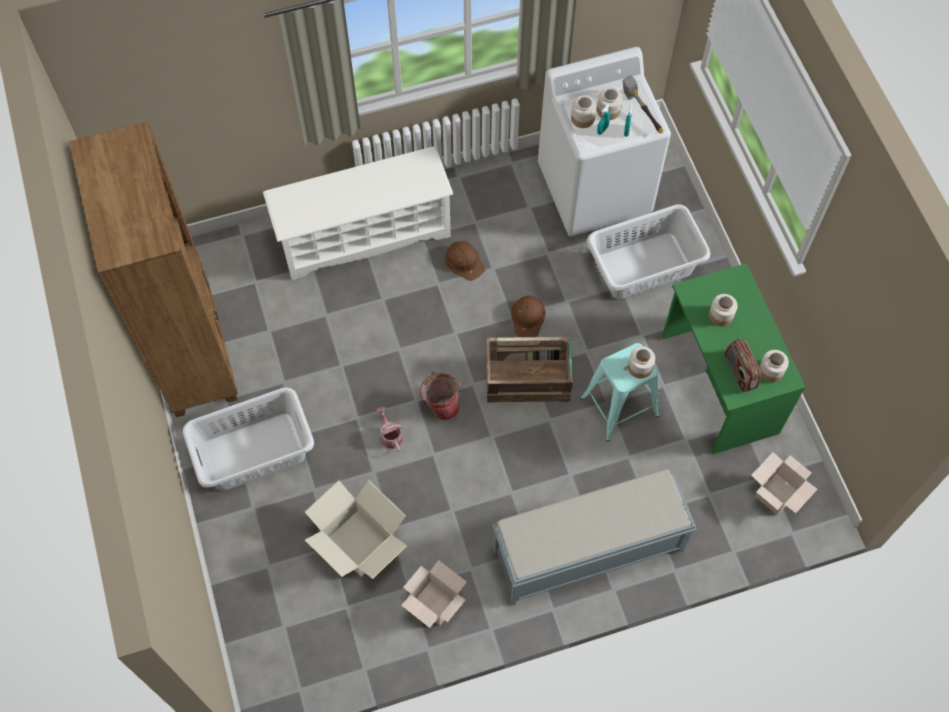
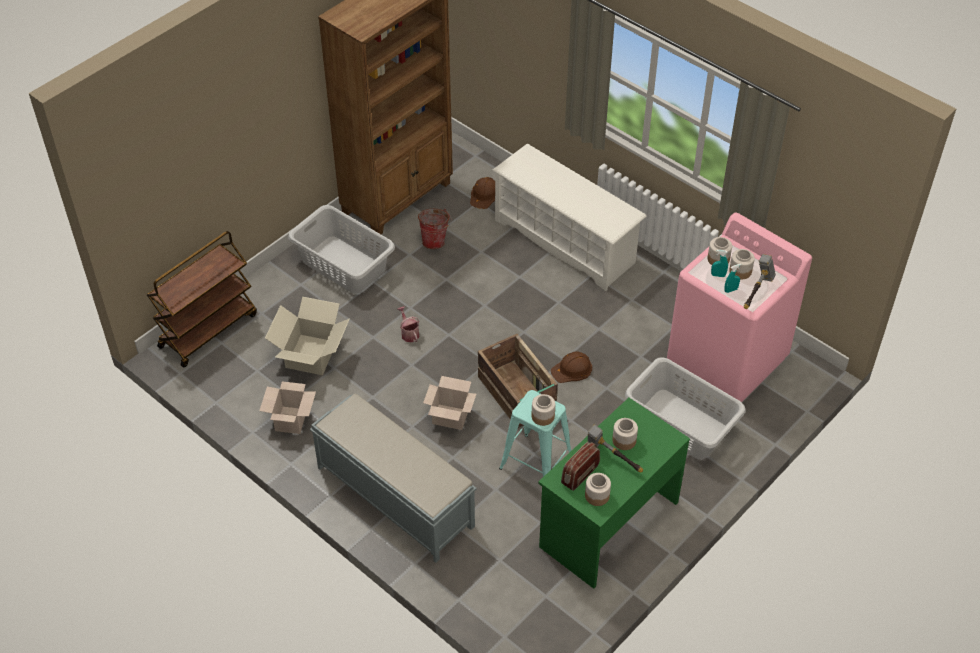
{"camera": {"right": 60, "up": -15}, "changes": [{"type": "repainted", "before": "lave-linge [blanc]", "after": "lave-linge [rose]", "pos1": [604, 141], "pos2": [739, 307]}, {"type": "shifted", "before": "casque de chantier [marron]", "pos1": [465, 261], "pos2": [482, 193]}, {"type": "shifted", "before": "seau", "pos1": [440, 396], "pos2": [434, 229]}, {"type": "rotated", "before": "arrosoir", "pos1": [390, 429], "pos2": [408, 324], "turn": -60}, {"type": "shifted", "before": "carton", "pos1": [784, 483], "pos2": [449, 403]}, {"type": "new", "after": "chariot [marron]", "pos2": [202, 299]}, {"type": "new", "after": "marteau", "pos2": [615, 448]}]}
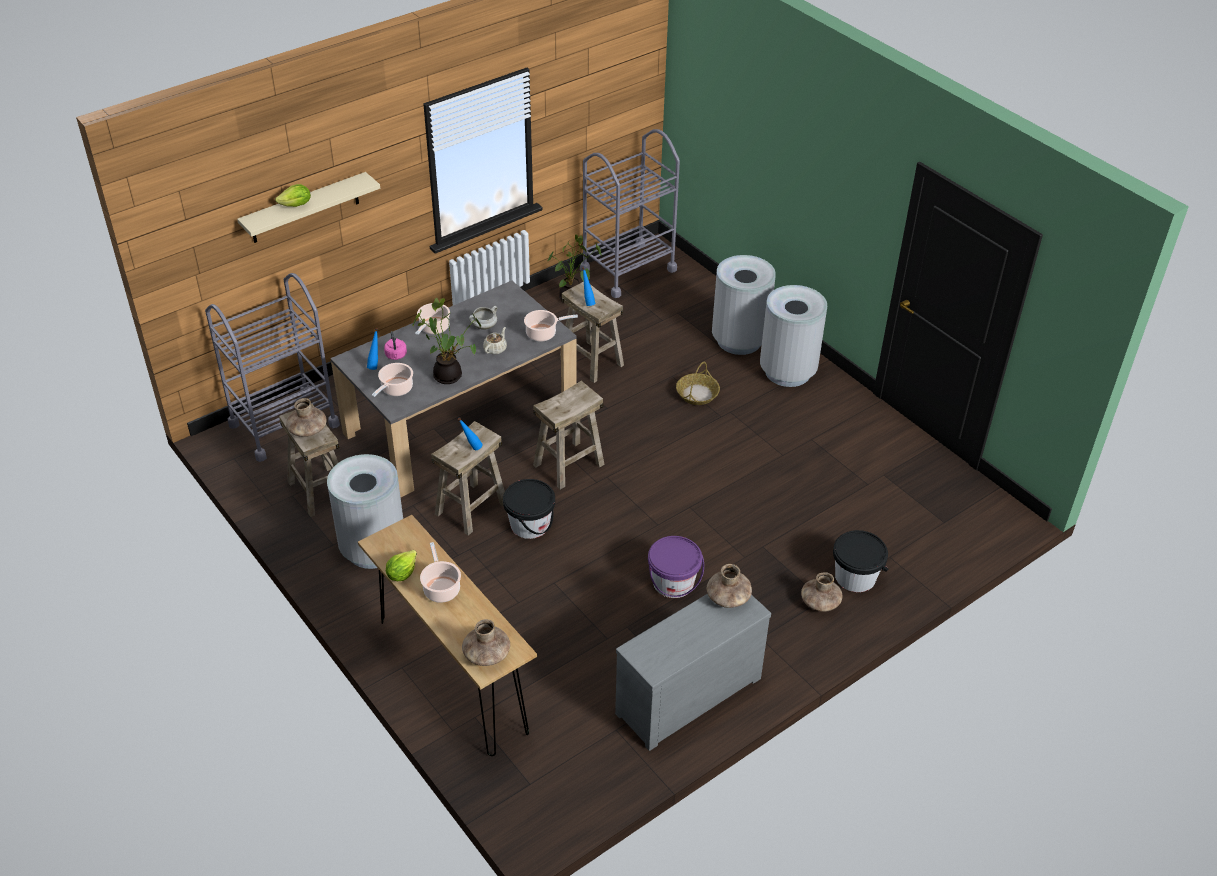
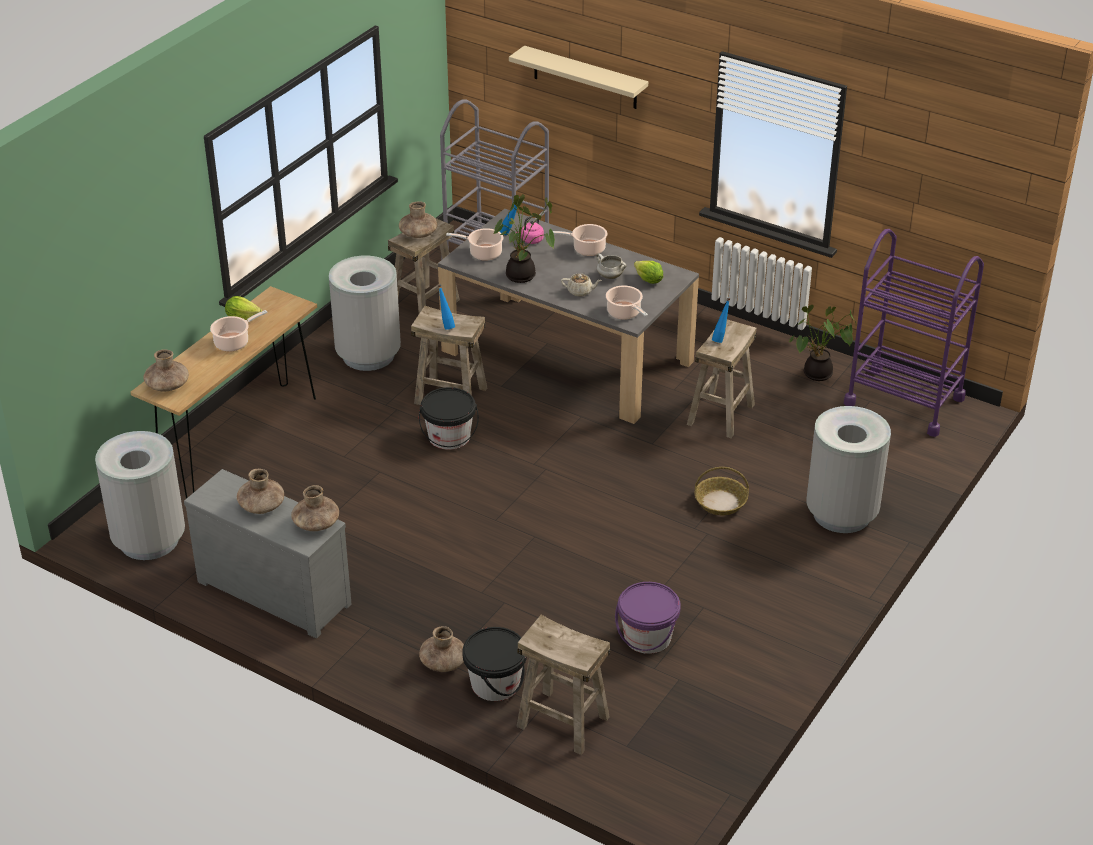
{"camera": {"right": 70, "up": -5}, "changes": [{"type": "repainted", "before": "chariot [gris]", "after": "chariot [violet]", "pos1": [630, 213], "pos2": [914, 333]}, {"type": "shifted", "before": "laitue", "pos1": [293, 195], "pos2": [648, 272]}, {"type": "shifted", "before": "poubelle [gris]", "pos1": [793, 336], "pos2": [140, 495]}, {"type": "shifted", "before": "tabouret [beige]", "pos1": [569, 435], "pos2": [563, 685]}, {"type": "shifted", "before": "seau [violet]", "pos1": [676, 567], "pos2": [648, 618]}, {"type": "new", "after": "vase [marron]", "pos2": [260, 491]}]}
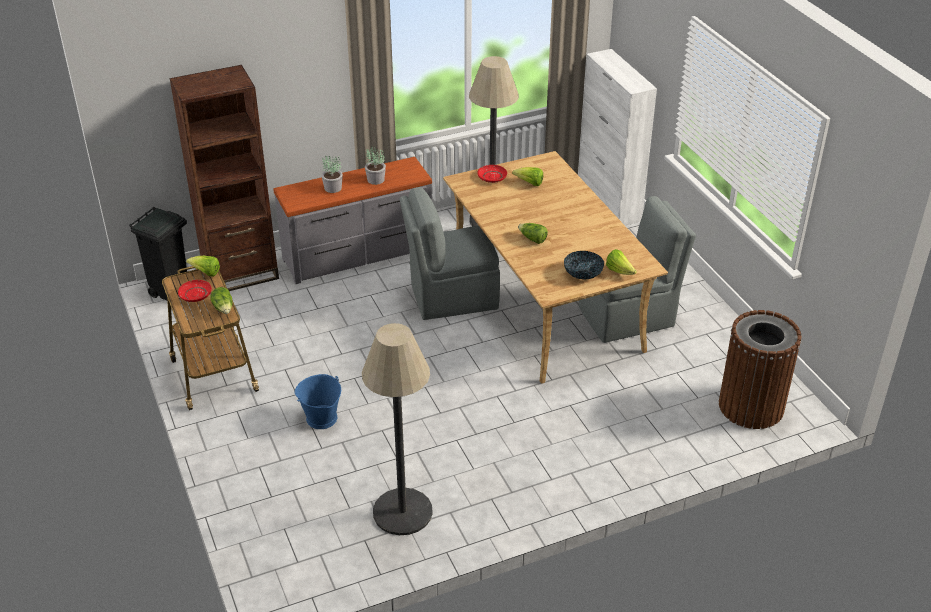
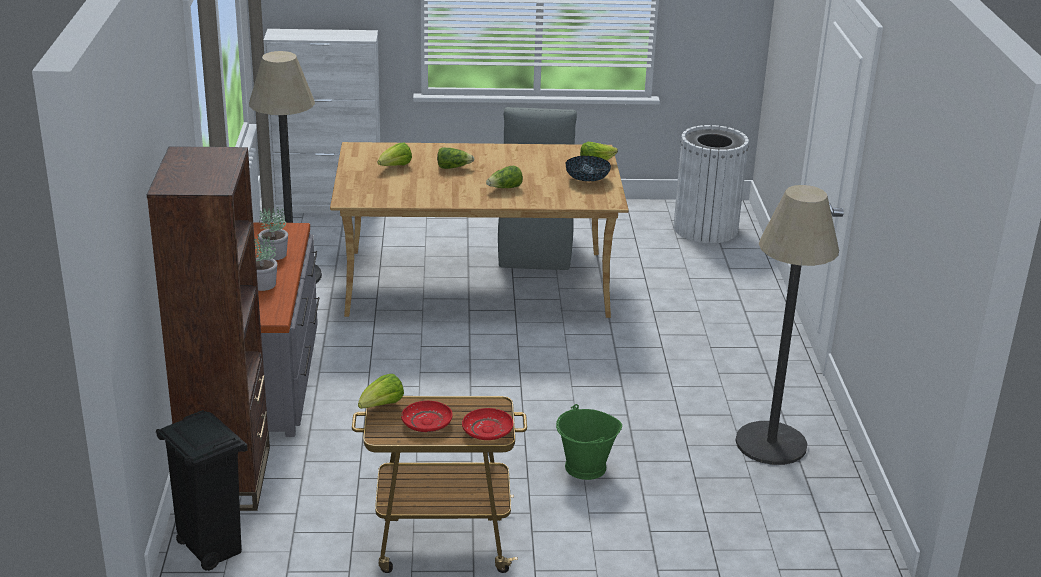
{"camera": {"right": -70, "up": -10}, "changes": [{"type": "shifted", "before": "assiette [rouge]", "pos1": [492, 174], "pos2": [487, 424]}, {"type": "gone", "before": "chaise [gris]", "pos1": [450, 253]}, {"type": "shifted", "before": "laitue", "pos1": [221, 300], "pos2": [455, 158]}, {"type": "repainted", "before": "poubelle [marron]", "after": "poubelle [blanc]", "pos1": [760, 369], "pos2": [711, 184]}, {"type": "repainted", "before": "seau [bleu]", "after": "seau [vert]", "pos1": [318, 401], "pos2": [589, 442]}]}
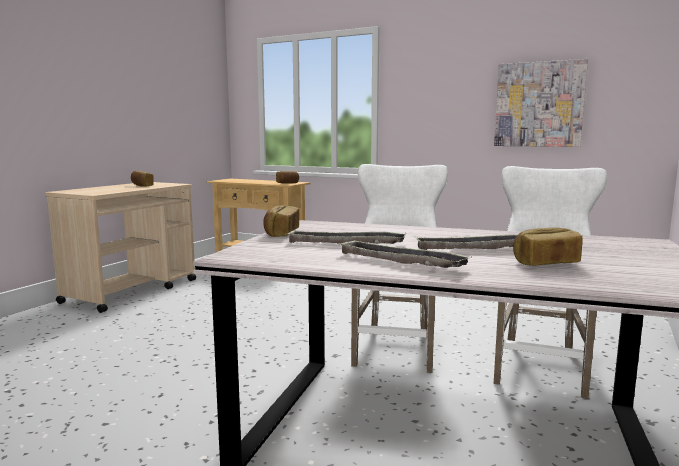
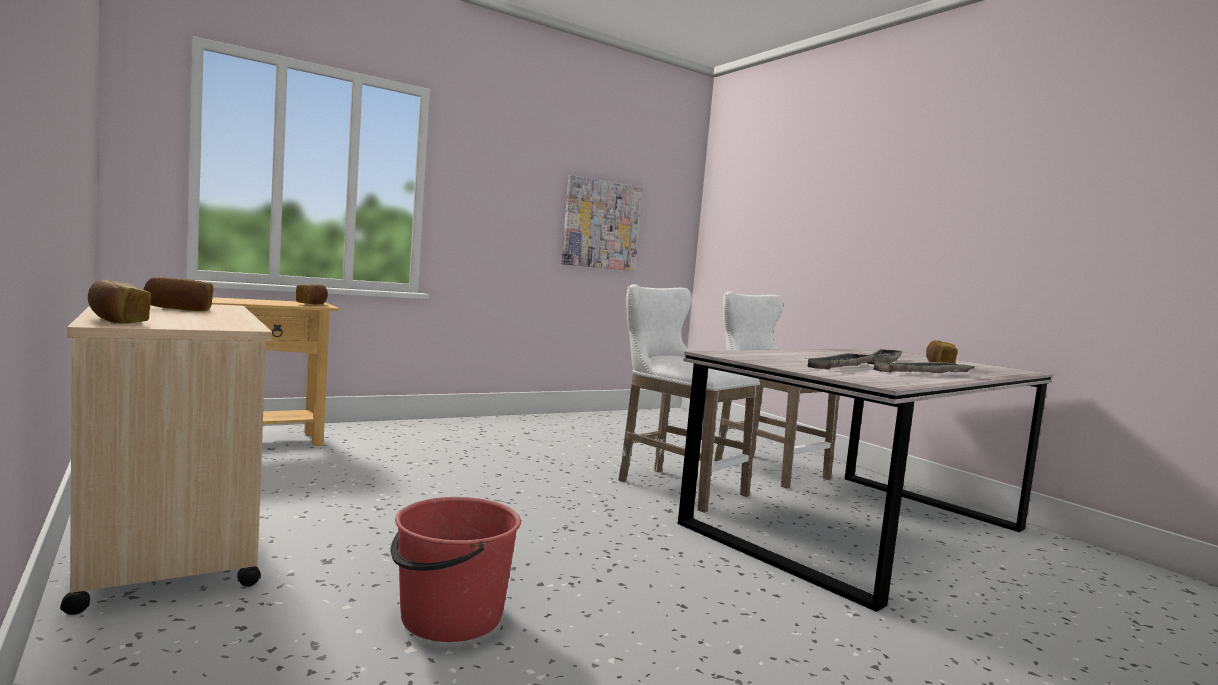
{"camera": {"right": -60, "up": -5}, "changes": [{"type": "shifted", "before": "pain", "pos1": [281, 221], "pos2": [119, 301]}, {"type": "new", "after": "seau [rouge]", "pos2": [455, 569]}]}
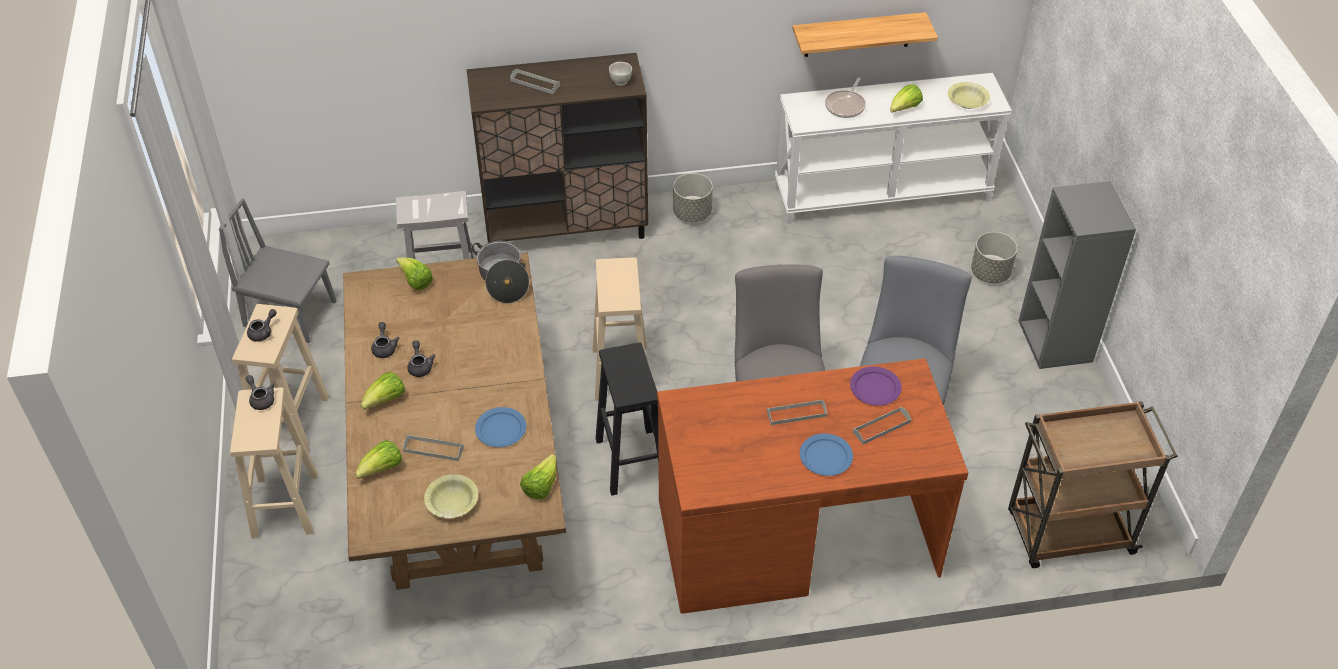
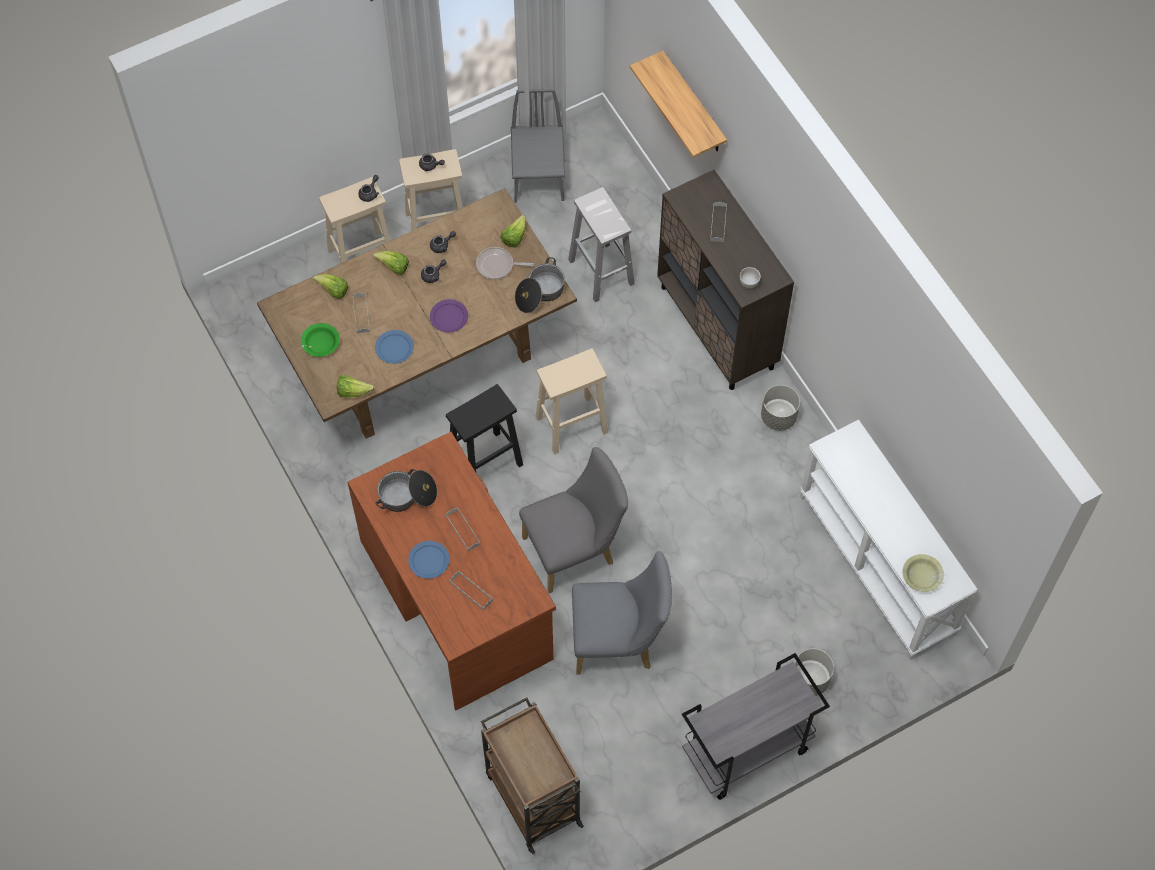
{"camera": {"right": 70, "up": 15}, "changes": [{"type": "shifted", "before": "étagère", "pos1": [865, 34], "pos2": [678, 104]}, {"type": "shifted", "before": "poêle", "pos1": [845, 97], "pos2": [505, 263]}, {"type": "gone", "before": "laitue", "pos1": [906, 98]}, {"type": "swapped", "before": "bibliothèque [gris]", "after": "chariot [gris]", "pos1": [1077, 275], "pos2": [756, 726]}, {"type": "shifted", "before": "assiette [violet]", "pos1": [876, 386], "pos2": [449, 315]}, {"type": "repainted", "before": "bol [jaune]", "after": "bol [vert]", "pos1": [451, 496], "pos2": [320, 340]}, {"type": "new", "after": "marmite", "pos2": [406, 490]}]}
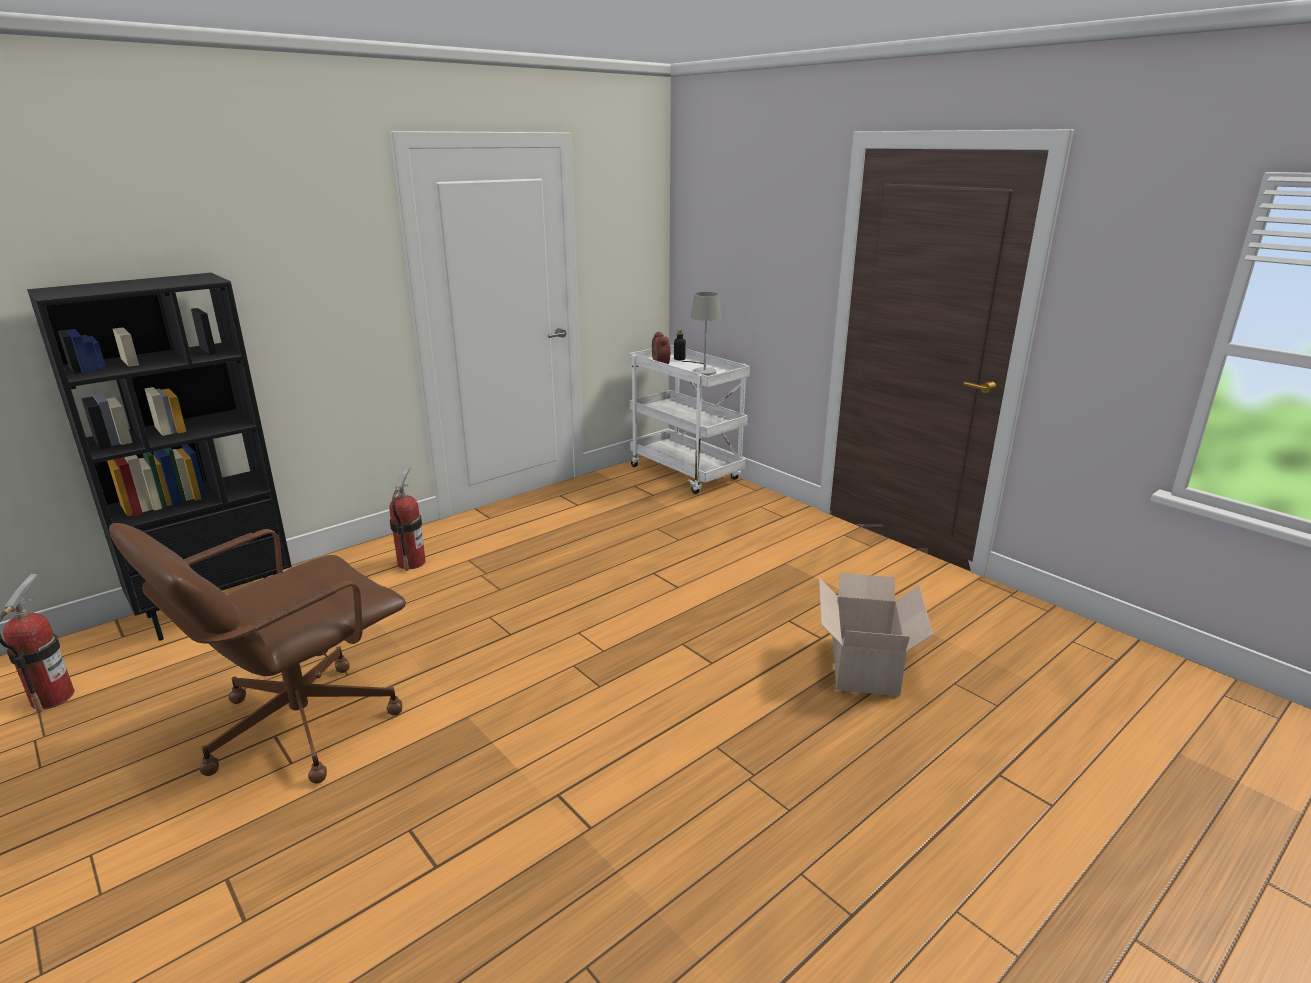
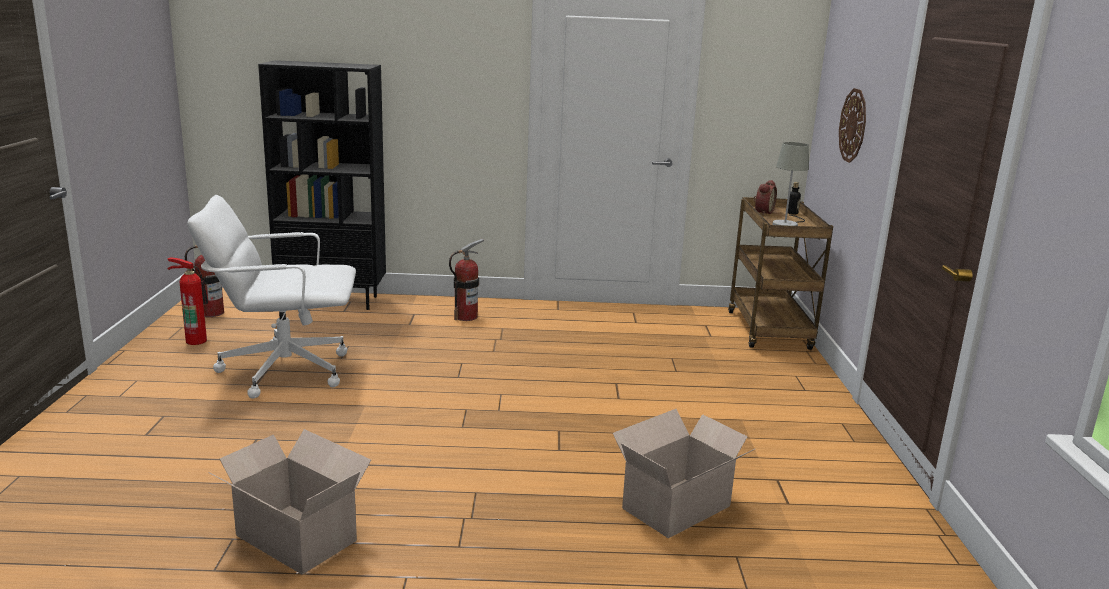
{"camera": {"right": 40, "up": -5}, "changes": [{"type": "repainted", "before": "chariot [blanc]", "after": "chariot [marron]", "pos1": [689, 419], "pos2": [780, 273]}, {"type": "repainted", "before": "chaise de bureau [marron]", "after": "chaise de bureau [blanc]", "pos1": [257, 653], "pos2": [271, 297]}, {"type": "new", "after": "horloge murale", "pos2": [852, 125]}, {"type": "new", "after": "extincteur", "pos2": [187, 301]}, {"type": "new", "after": "carton", "pos2": [290, 502]}]}
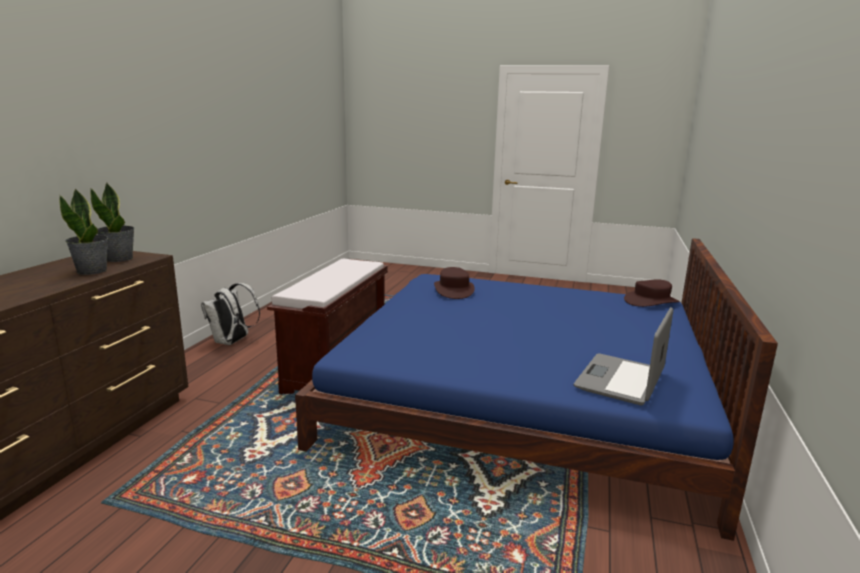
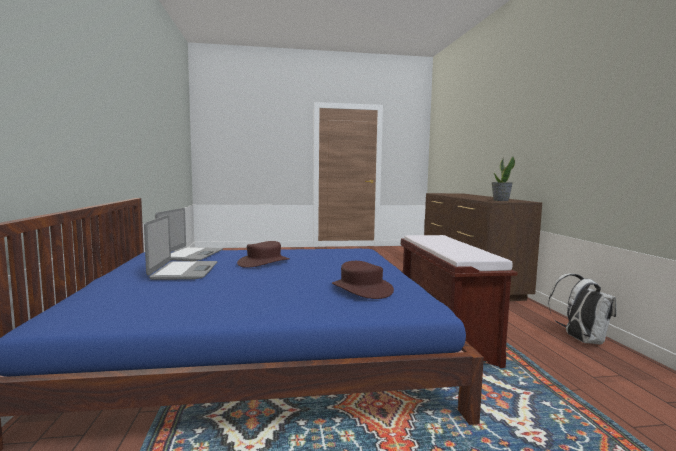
{"camera": {"right": 155, "up": -10}, "changes": [{"type": "gone", "before": "plante en pot", "pos1": [83, 231]}, {"type": "shifted", "before": "chapeau [marron]", "pos1": [652, 293], "pos2": [263, 254]}, {"type": "new", "after": "ordinateur portable", "pos2": [181, 247]}]}
